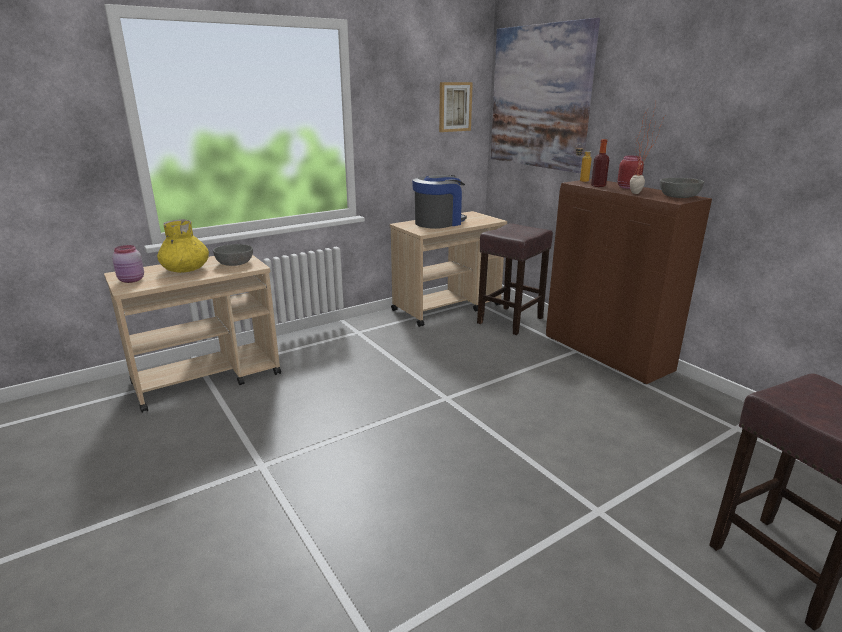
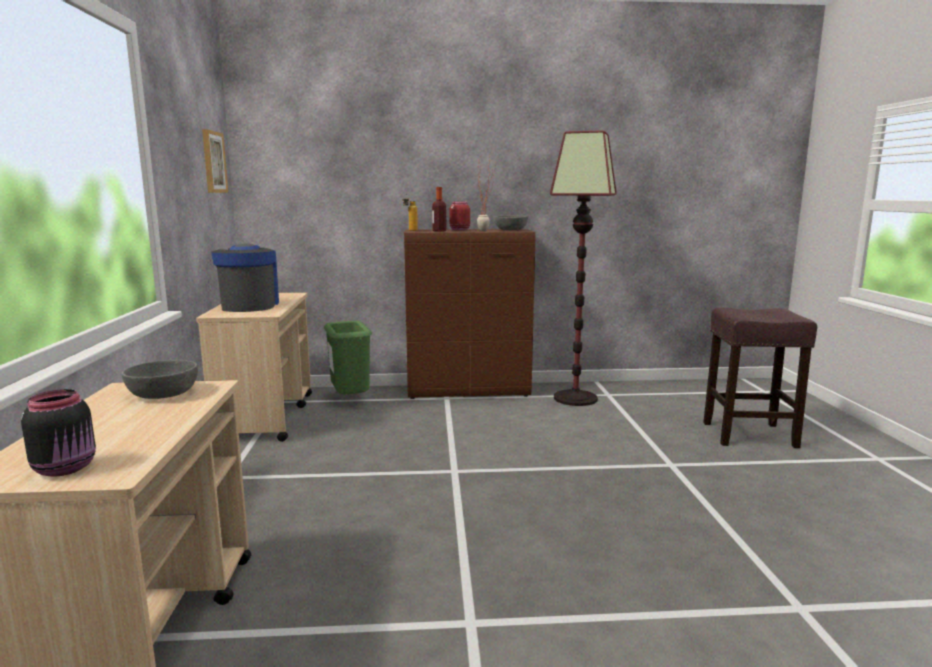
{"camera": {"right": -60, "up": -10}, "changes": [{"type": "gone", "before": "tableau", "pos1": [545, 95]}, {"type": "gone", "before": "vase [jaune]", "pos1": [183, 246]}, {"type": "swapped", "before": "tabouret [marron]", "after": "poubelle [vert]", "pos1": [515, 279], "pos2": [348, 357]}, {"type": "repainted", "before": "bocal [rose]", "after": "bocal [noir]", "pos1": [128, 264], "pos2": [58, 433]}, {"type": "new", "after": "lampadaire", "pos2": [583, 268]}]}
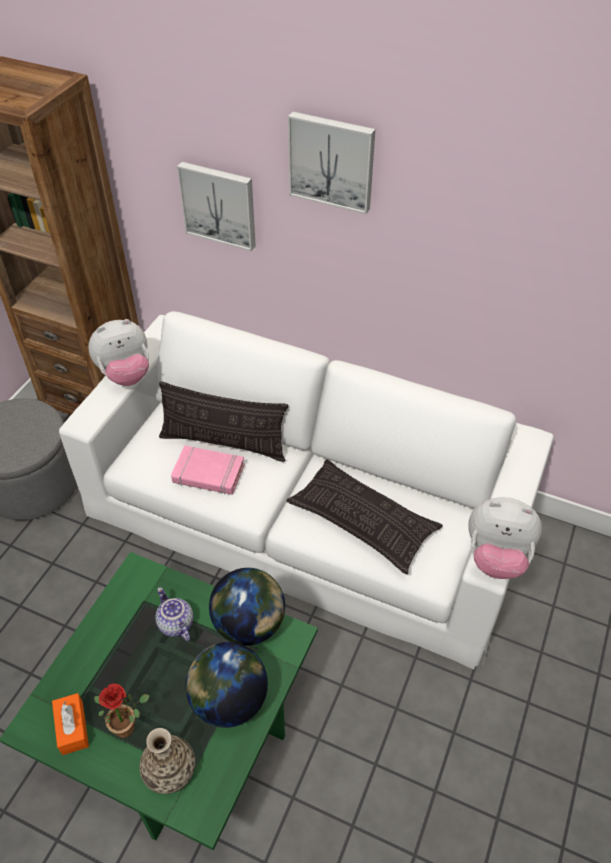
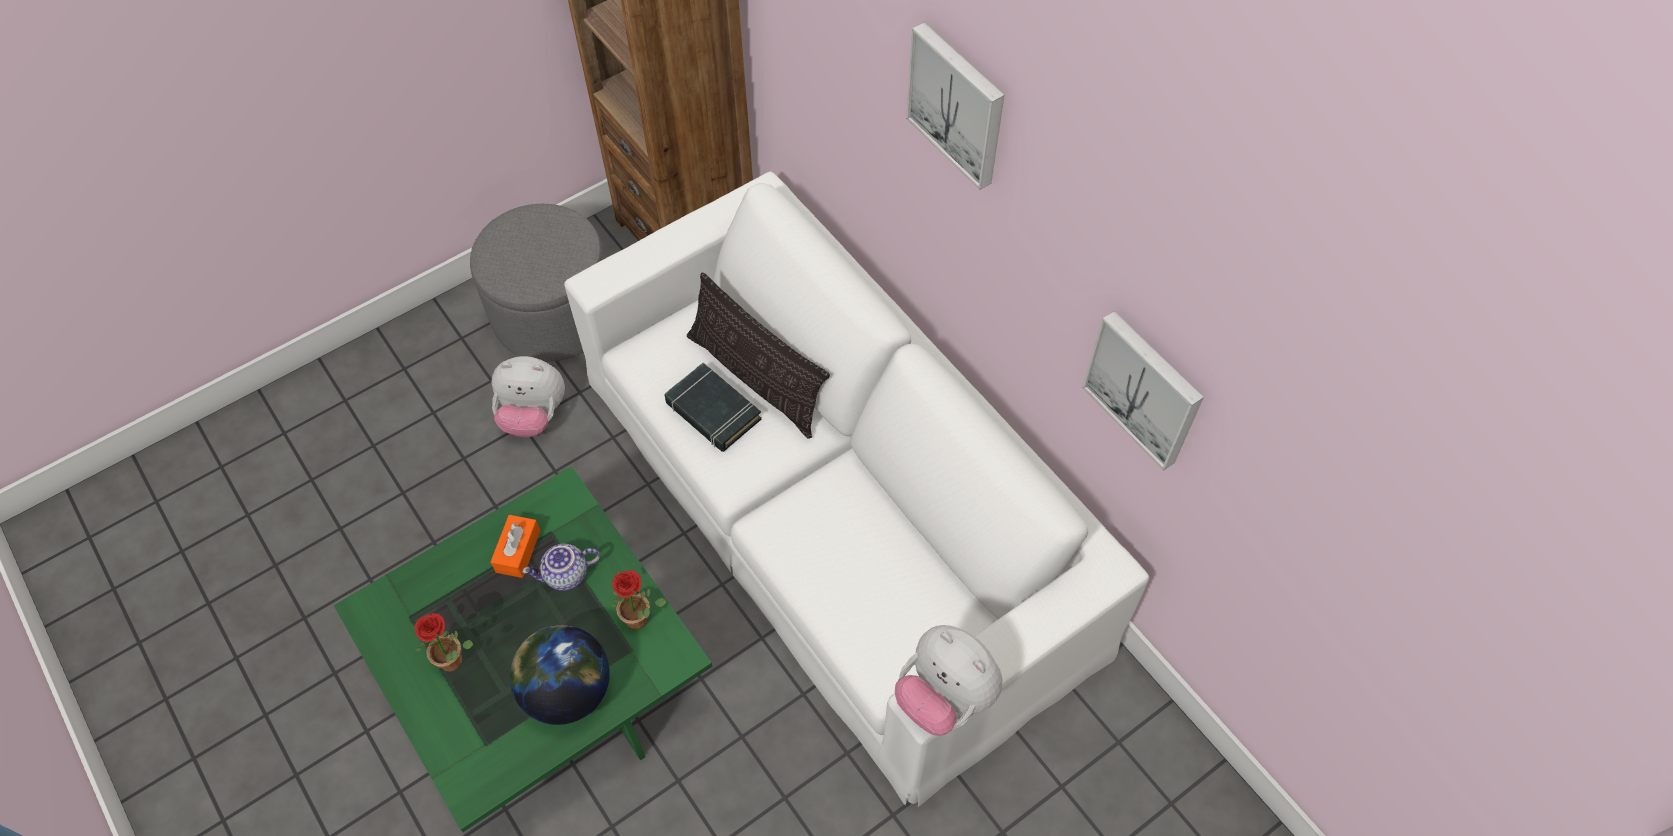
{"camera": {"right": 30, "up": 10}, "changes": [{"type": "shifted", "before": "tableau", "pos1": [216, 206], "pos2": [1143, 390]}, {"type": "shifted", "before": "peluche", "pos1": [118, 352], "pos2": [528, 396]}, {"type": "repainted", "before": "livre [rose]", "after": "livre [noir]", "pos1": [208, 470], "pos2": [713, 407]}, {"type": "gone", "before": "coussin", "pos1": [364, 516]}, {"type": "swapped", "before": "globe", "after": "plante en pot", "pos1": [247, 607], "pos2": [638, 600]}, {"type": "rotated", "before": "théière", "pos1": [174, 614], "pos2": [561, 567], "turn": -105}, {"type": "shifted", "before": "boîte à mouchoirs [orange]", "pos1": [70, 724], "pos2": [515, 546]}, {"type": "gone", "before": "vase", "pos1": [167, 761]}]}
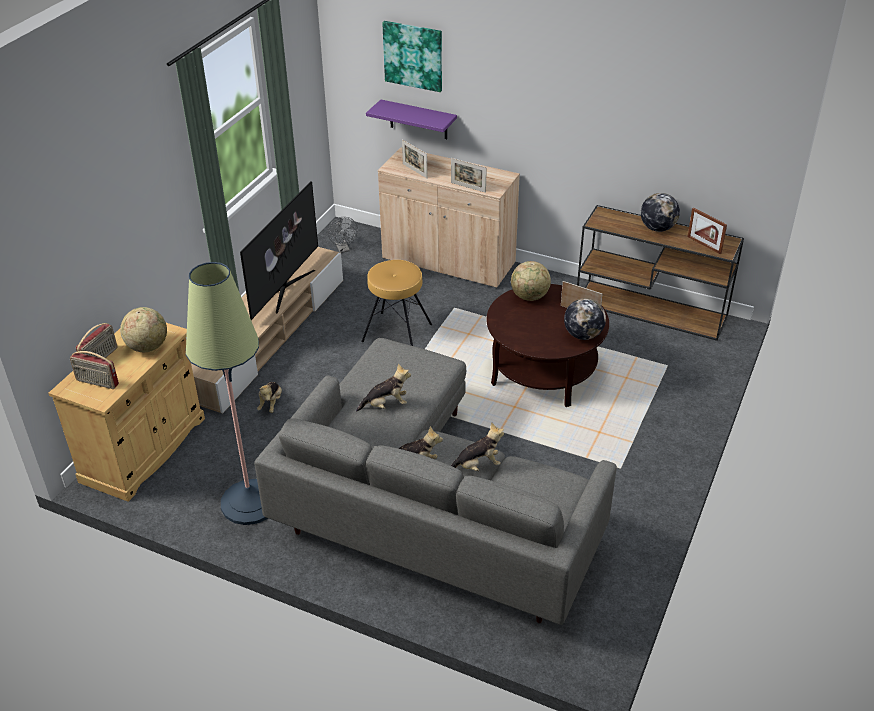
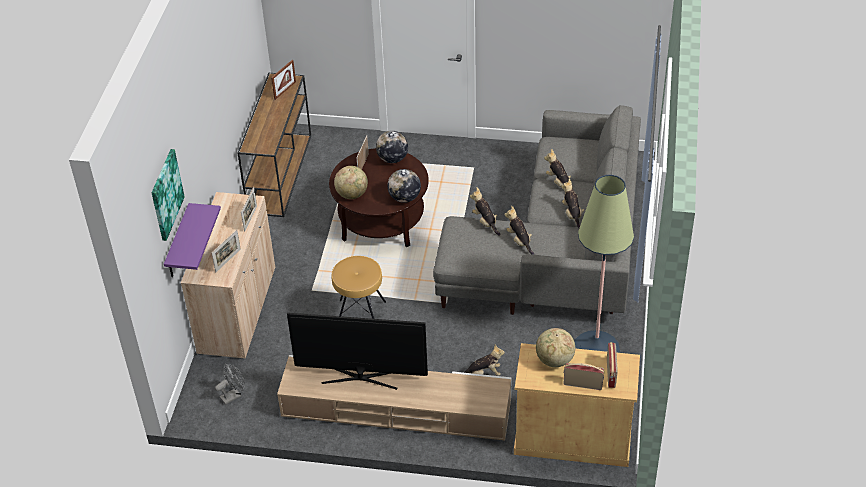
{"camera": {"right": -105, "up": 5}, "changes": [{"type": "shifted", "before": "globe", "pos1": [660, 212], "pos2": [404, 186]}, {"type": "new", "after": "peluche", "pos2": [485, 211]}]}
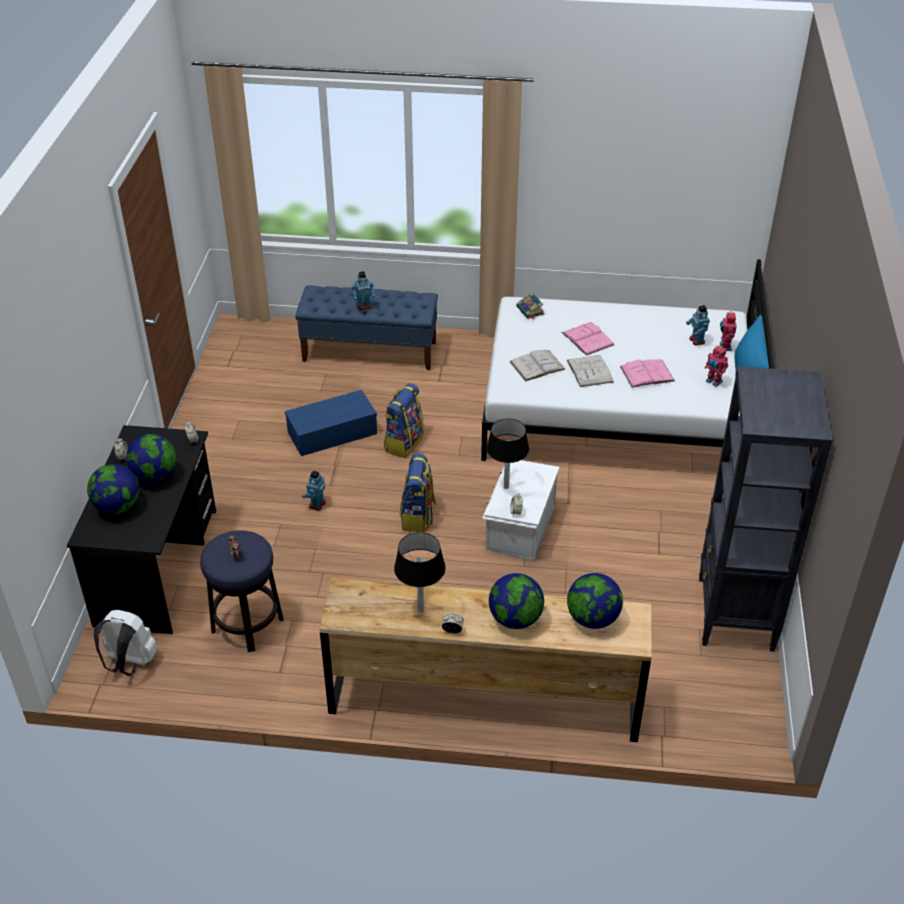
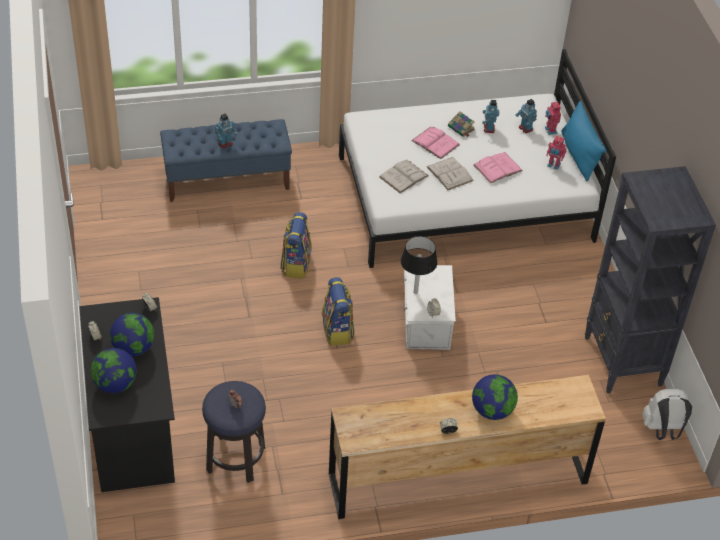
{"camera": {"right": -20, "up": 5}, "changes": [{"type": "shifted", "before": "livre", "pos1": [530, 306], "pos2": [461, 124]}, {"type": "gone", "before": "boîte de rangement [bleu]", "pos1": [331, 423]}, {"type": "shifted", "before": "robot jouet", "pos1": [313, 490], "pos2": [490, 116]}, {"type": "gone", "before": "lampe de table [noir]", "pos1": [420, 572]}, {"type": "gone", "before": "globe", "pos1": [595, 601]}, {"type": "shifted", "before": "sac à dos [blanc]", "pos1": [126, 643], "pos2": [667, 414]}]}
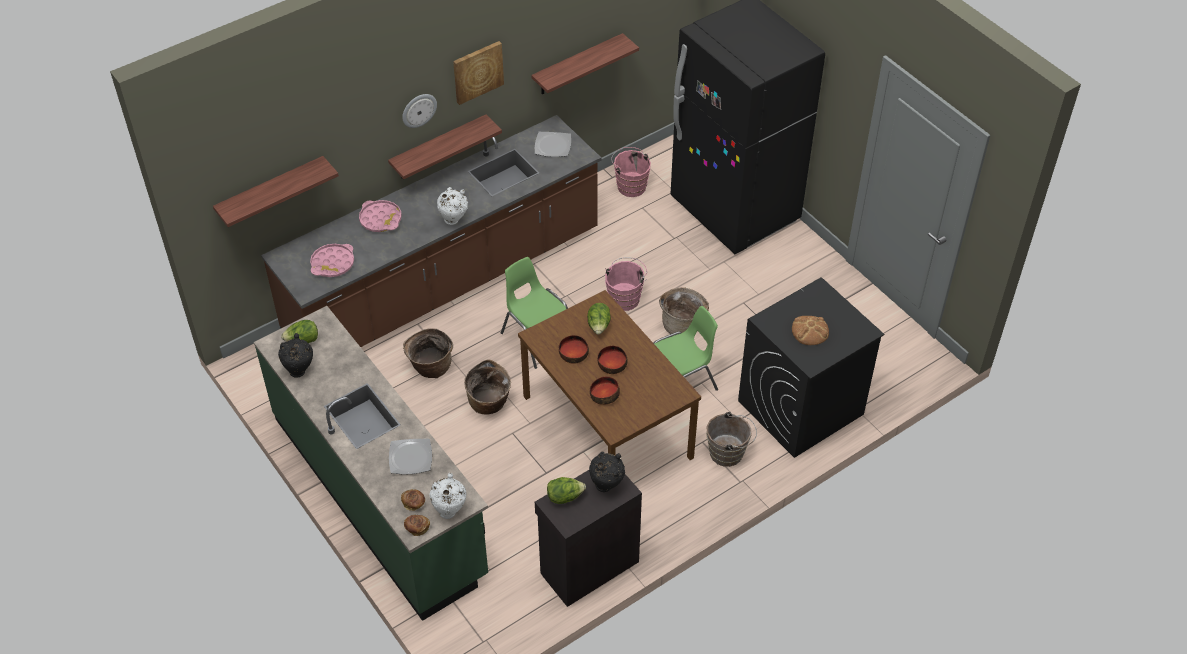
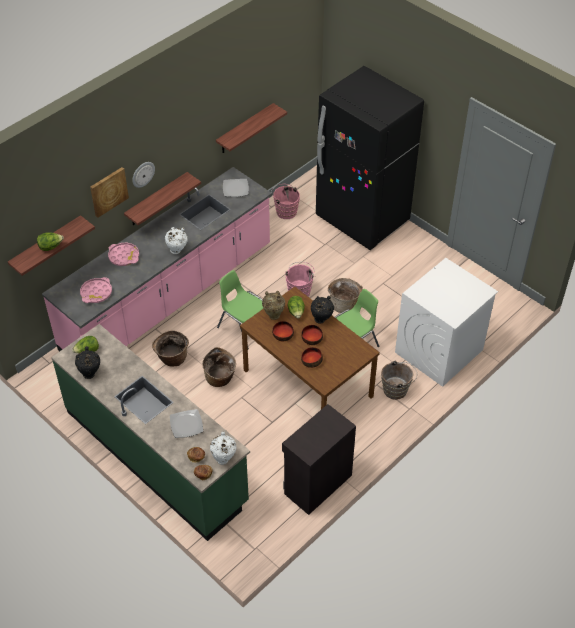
{"camera": {"right": -10, "up": 0}, "changes": [{"type": "shifted", "before": "tableau", "pos1": [478, 73], "pos2": [109, 192]}, {"type": "repainted", "before": "comptoir de cuisine [marron]", "after": "comptoir de cuisine [rose]", "pos1": [431, 231], "pos2": [157, 259]}, {"type": "repainted", "before": "lave-linge [noir]", "after": "lave-linge [blanc]", "pos1": [811, 367], "pos2": [446, 322]}, {"type": "gone", "before": "pain", "pos1": [810, 330]}, {"type": "shifted", "before": "vase [noir]", "pos1": [607, 471], "pos2": [322, 310]}, {"type": "shifted", "before": "laitue", "pos1": [566, 490], "pos2": [50, 241]}, {"type": "new", "after": "vase [beige]", "pos2": [273, 305]}]}
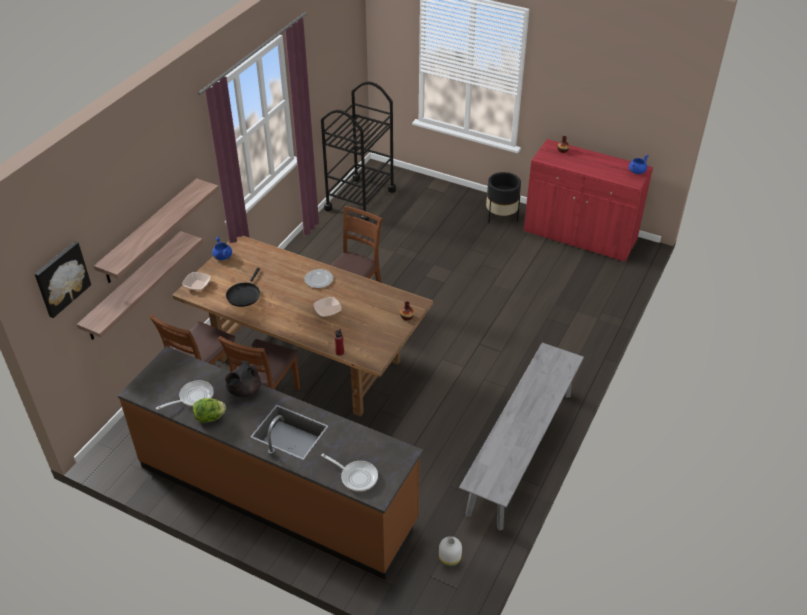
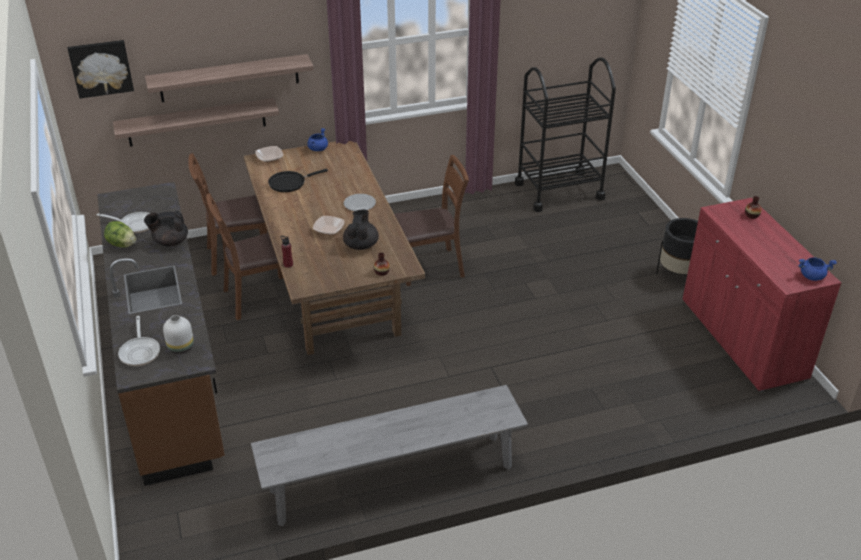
{"camera": {"right": 45, "up": -5}, "changes": [{"type": "shifted", "before": "vase [blanc]", "pos1": [450, 551], "pos2": [178, 334]}, {"type": "new", "after": "théière [noir]", "pos2": [361, 230]}]}
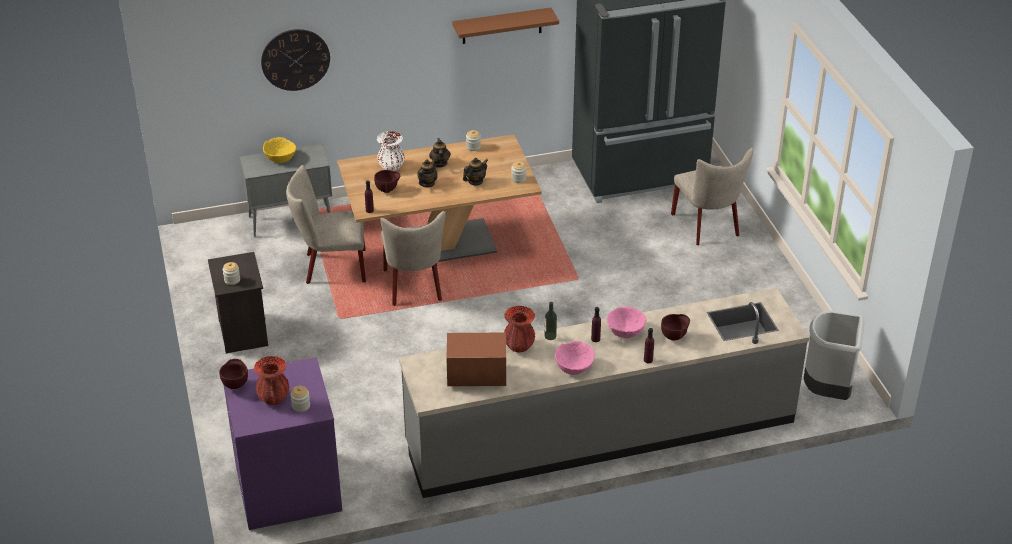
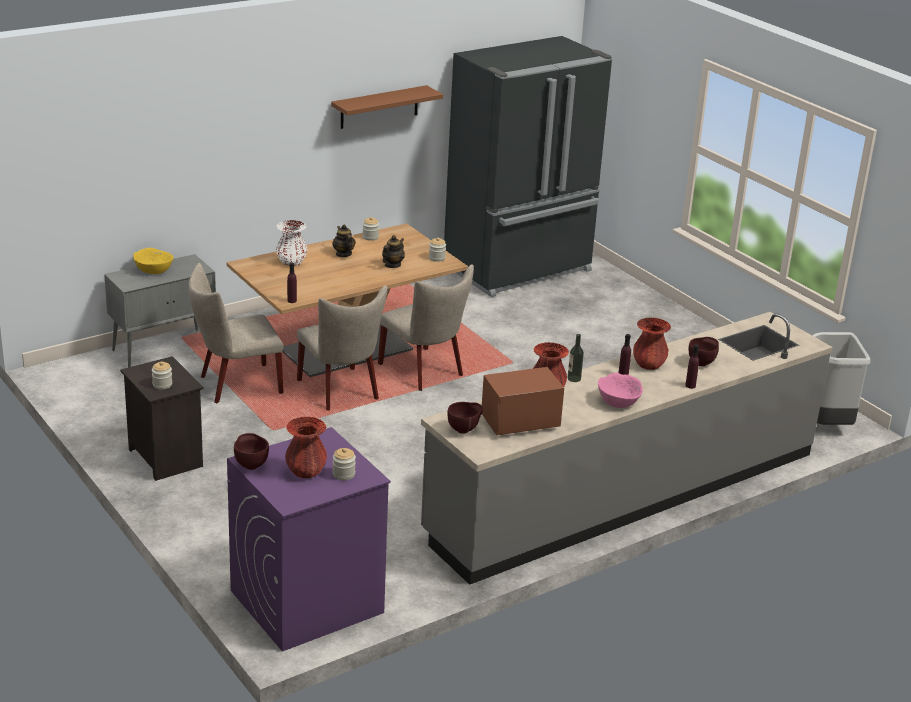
{"camera": {"right": -20, "up": -10}, "changes": [{"type": "gone", "before": "horloge murale", "pos1": [295, 60]}, {"type": "shifted", "before": "chaise [beige]", "pos1": [712, 196], "pos2": [426, 327]}, {"type": "gone", "before": "théière", "pos1": [427, 173]}, {"type": "shifted", "before": "bol [marron]", "pos1": [387, 181], "pos2": [465, 418]}, {"type": "swapped", "before": "bol [rose]", "after": "vase [rouge]", "pos1": [627, 322], "pos2": [652, 344]}]}
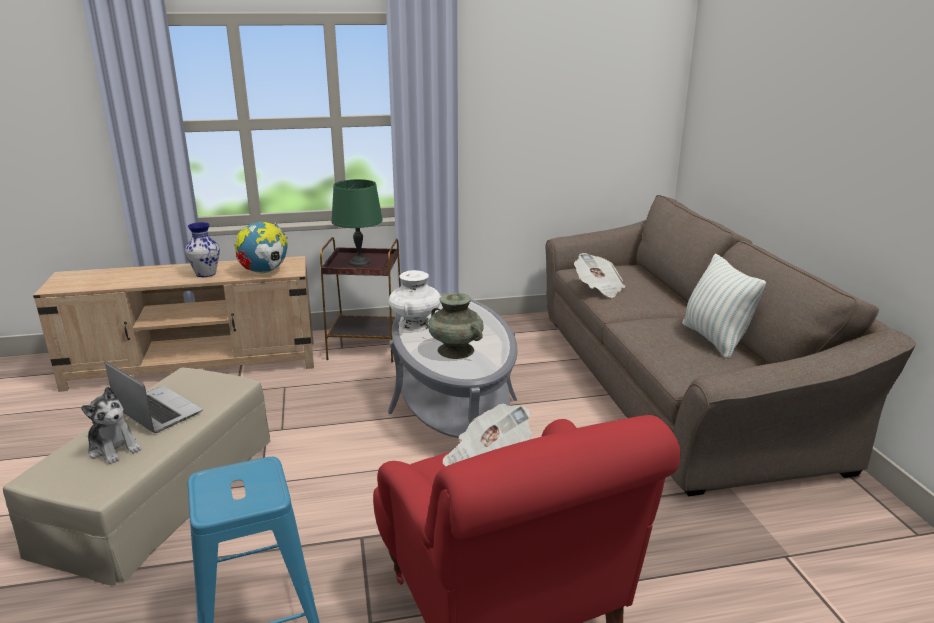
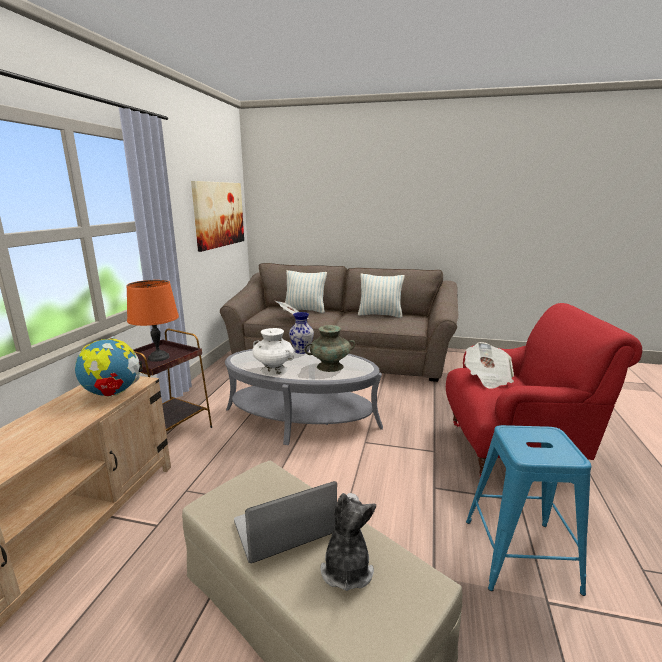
{"camera": {"right": -65, "up": -5}, "changes": [{"type": "repainted", "before": "lampe de table [vert]", "after": "lampe de table [orange]", "pos1": [357, 223], "pos2": [153, 321]}, {"type": "shifted", "before": "vase", "pos1": [202, 249], "pos2": [301, 333]}, {"type": "rotated", "before": "peluche", "pos1": [111, 425], "pos2": [348, 542], "turn": -60}, {"type": "new", "after": "tableau", "pos2": [217, 216]}, {"type": "new", "after": "coussin", "pos2": [305, 291]}]}
